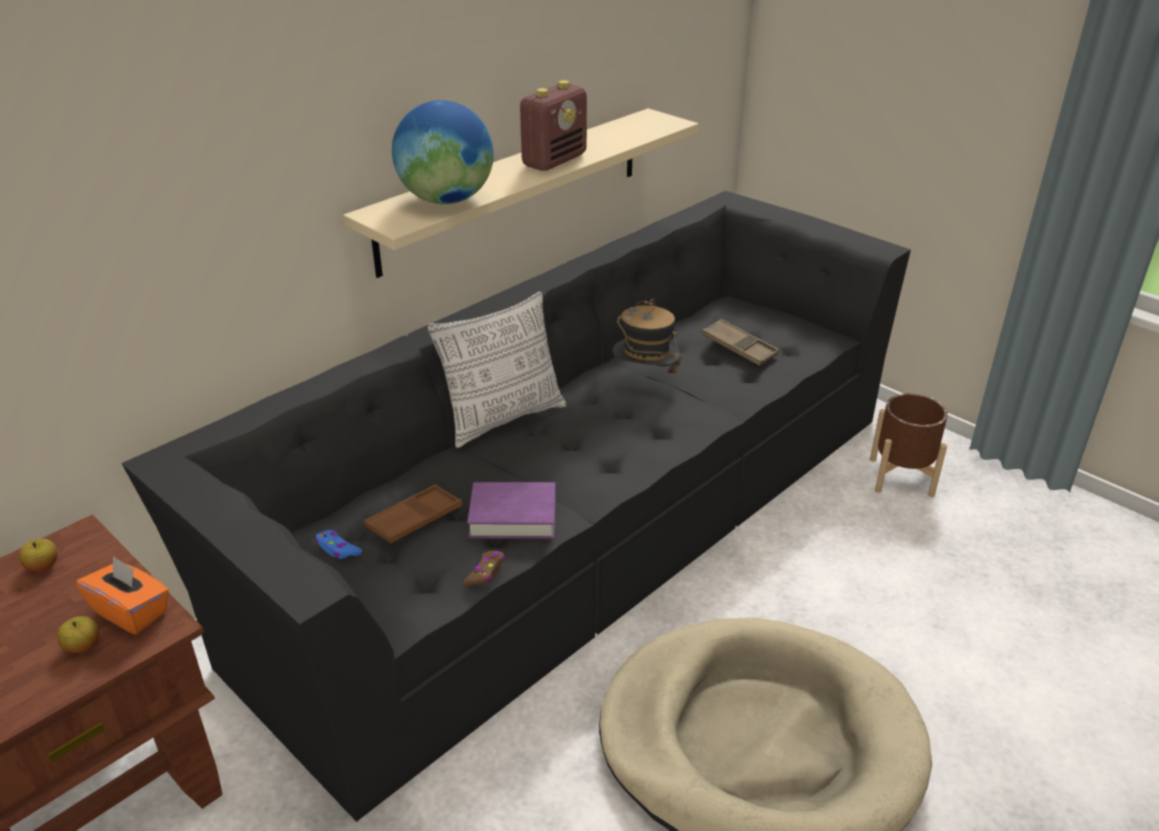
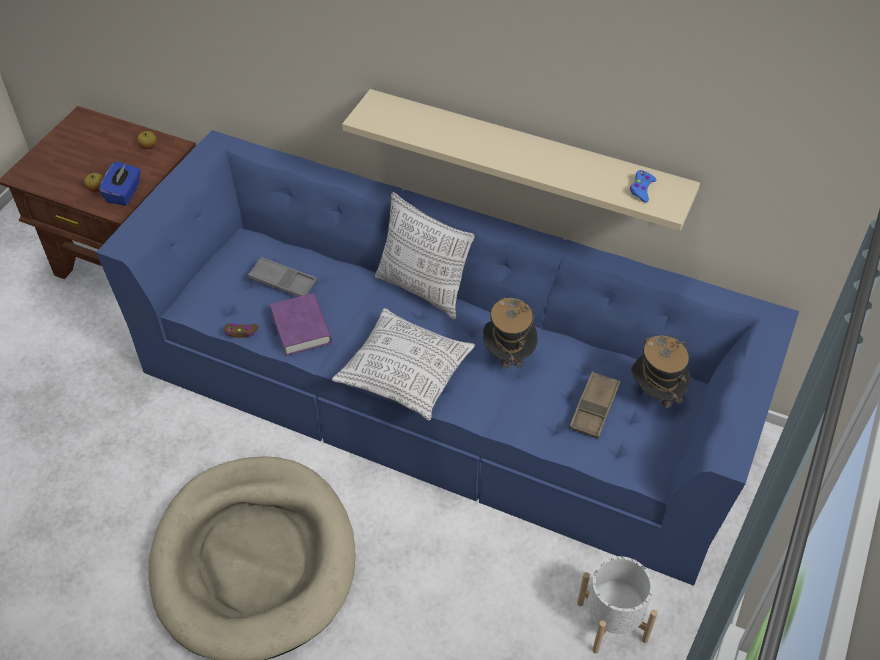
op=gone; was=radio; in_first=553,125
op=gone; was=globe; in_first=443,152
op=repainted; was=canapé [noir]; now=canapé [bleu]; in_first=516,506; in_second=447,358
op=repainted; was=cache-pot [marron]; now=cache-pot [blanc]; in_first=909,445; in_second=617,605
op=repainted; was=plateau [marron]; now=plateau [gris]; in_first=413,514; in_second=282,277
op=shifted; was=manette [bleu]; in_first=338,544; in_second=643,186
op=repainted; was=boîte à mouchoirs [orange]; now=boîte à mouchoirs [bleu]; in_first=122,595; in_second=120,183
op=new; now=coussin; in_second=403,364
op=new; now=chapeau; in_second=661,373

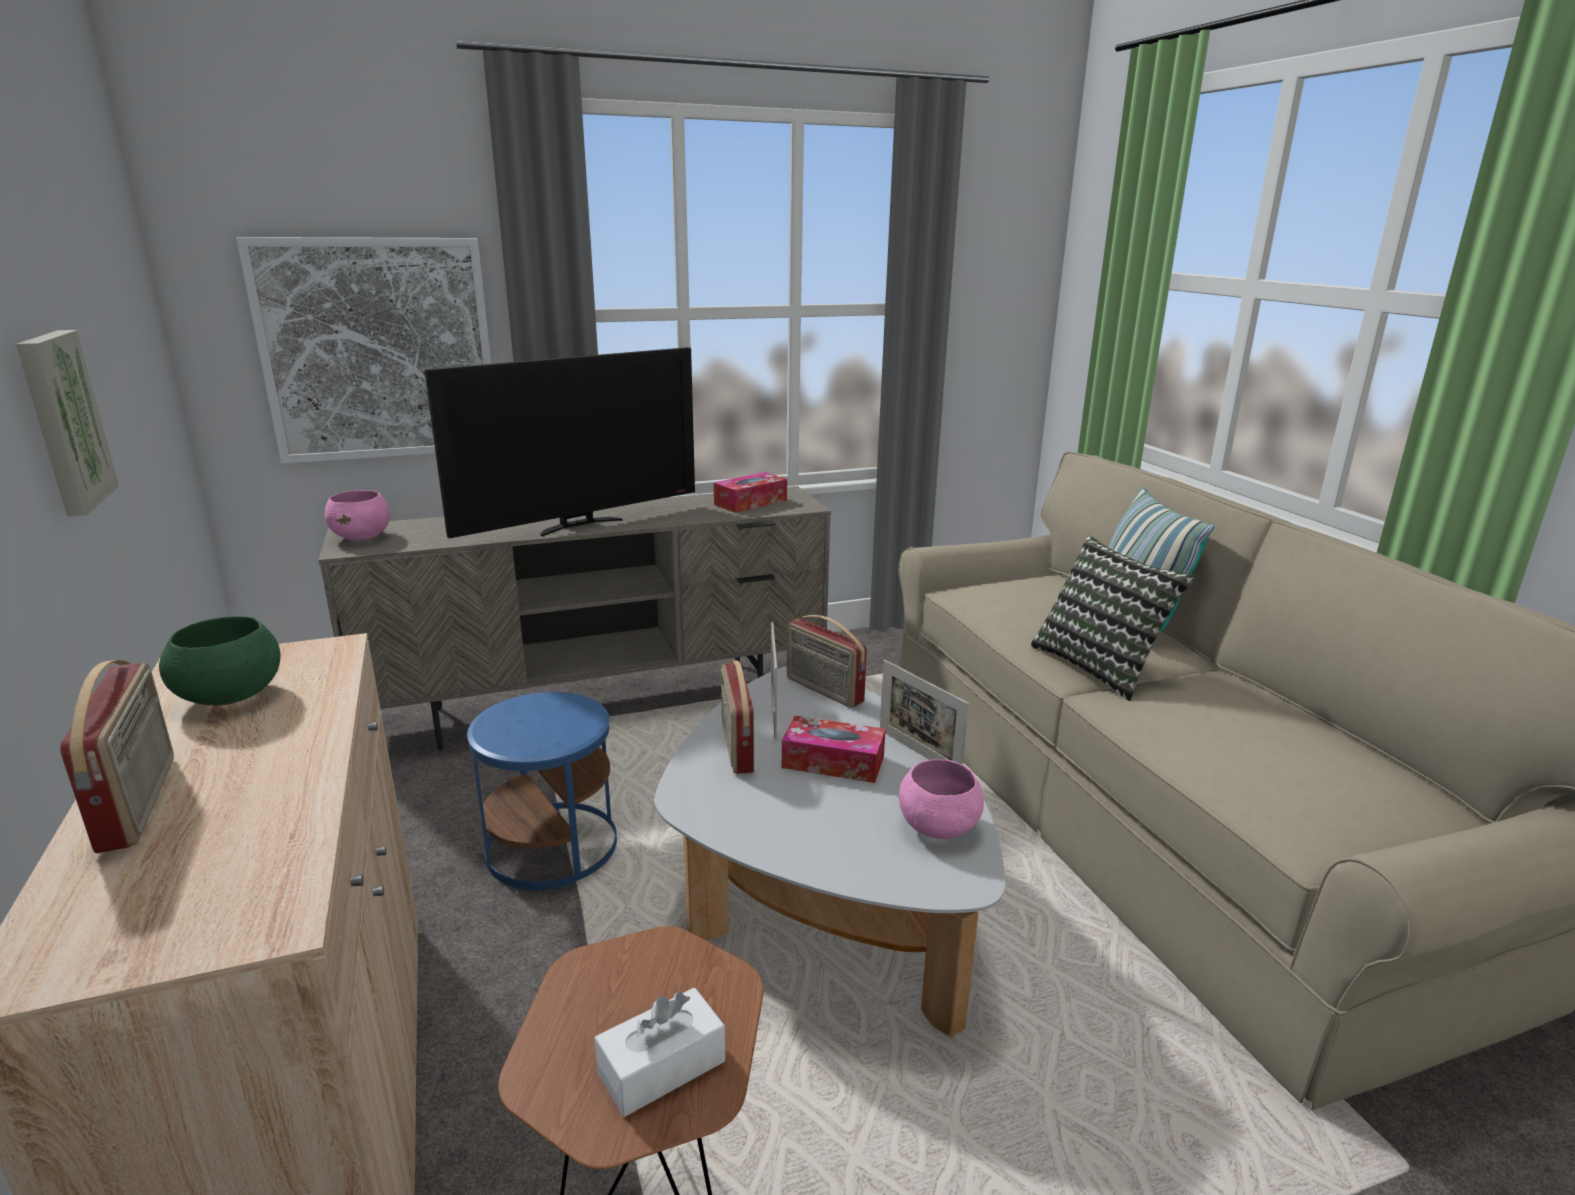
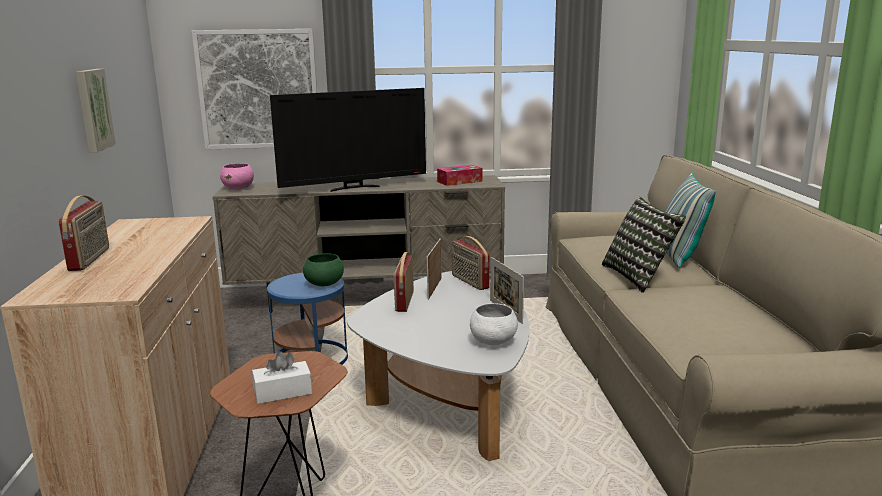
op=shifted; was=bol [vert]; in_first=220,660; in_second=323,269
op=gone; was=boîte à mouchoirs; in_first=834,749
op=repainted; was=bol [rose]; now=bol [blanc]; in_first=941,799; in_second=494,324

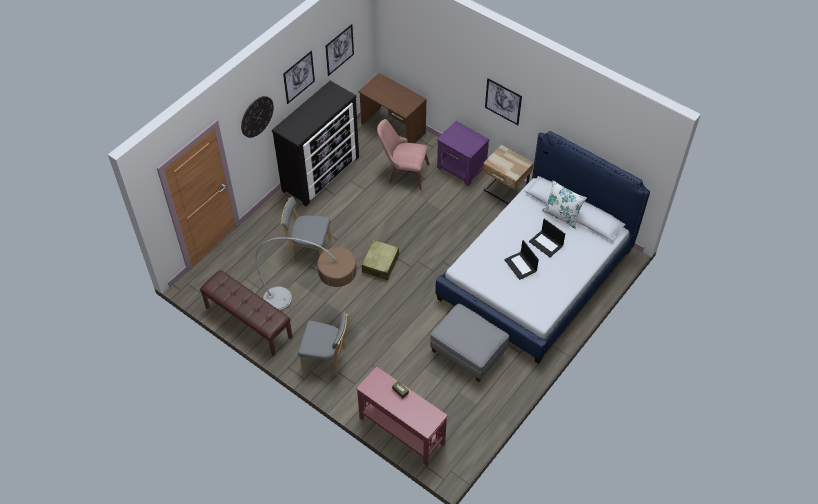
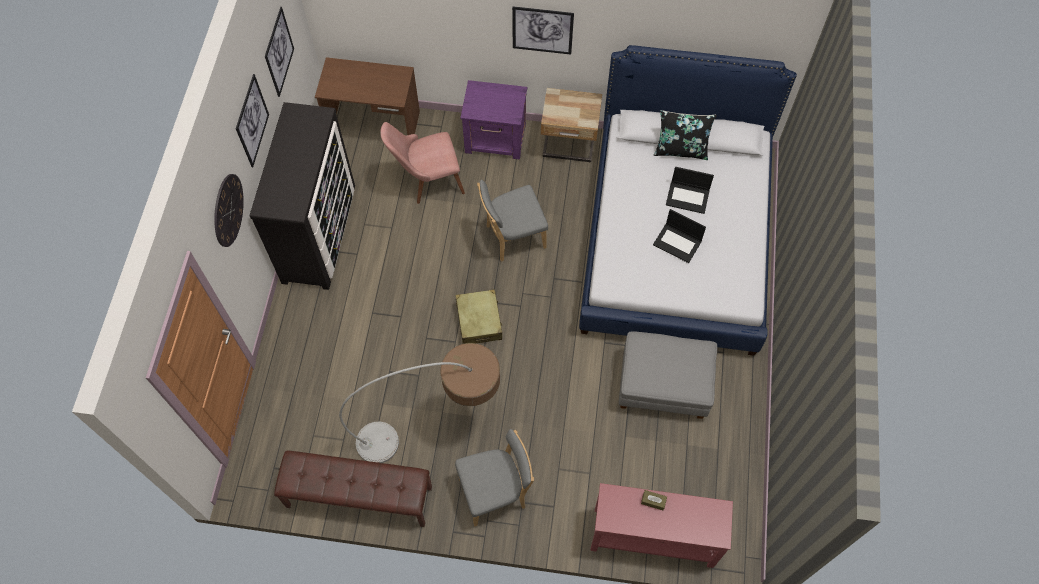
op=repainted; was=coussin [blanc]; now=coussin [noir]; in_first=564,204; in_second=685,135
op=shifted; was=chaise [gris]; in_first=306,228; in_second=512,220

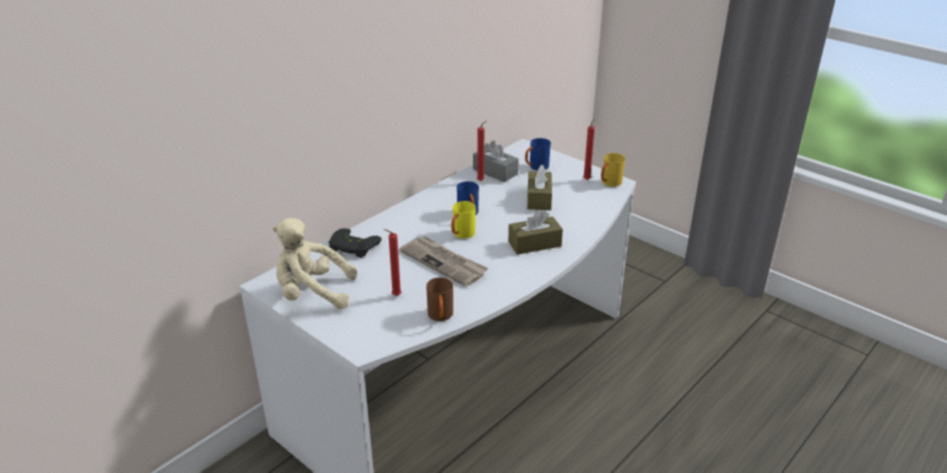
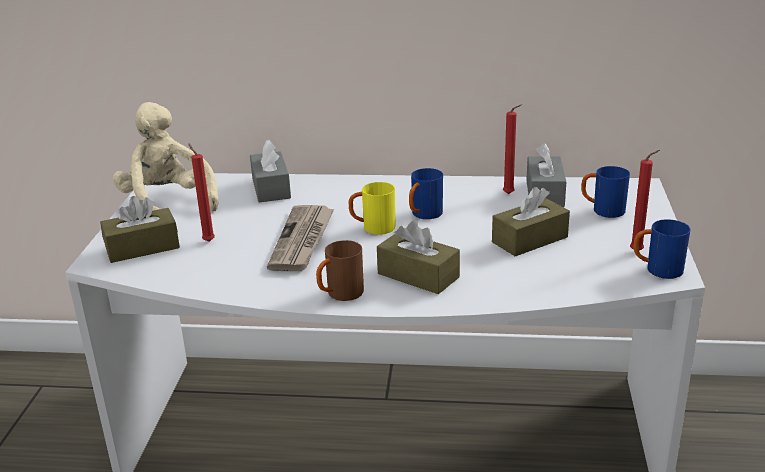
op=repainted; was=mug [jaune]; now=mug [bleu]; in_first=613,170; in_second=662,249
op=swapped; was=manette [noir]; now=boîte à mouchoirs [gris]; in_first=355,243; in_second=270,171
op=shifted; was=mug [marron]; in_first=439,299; in_second=340,270
op=new; now=boîte à mouchoirs [marron]; in_second=140,229

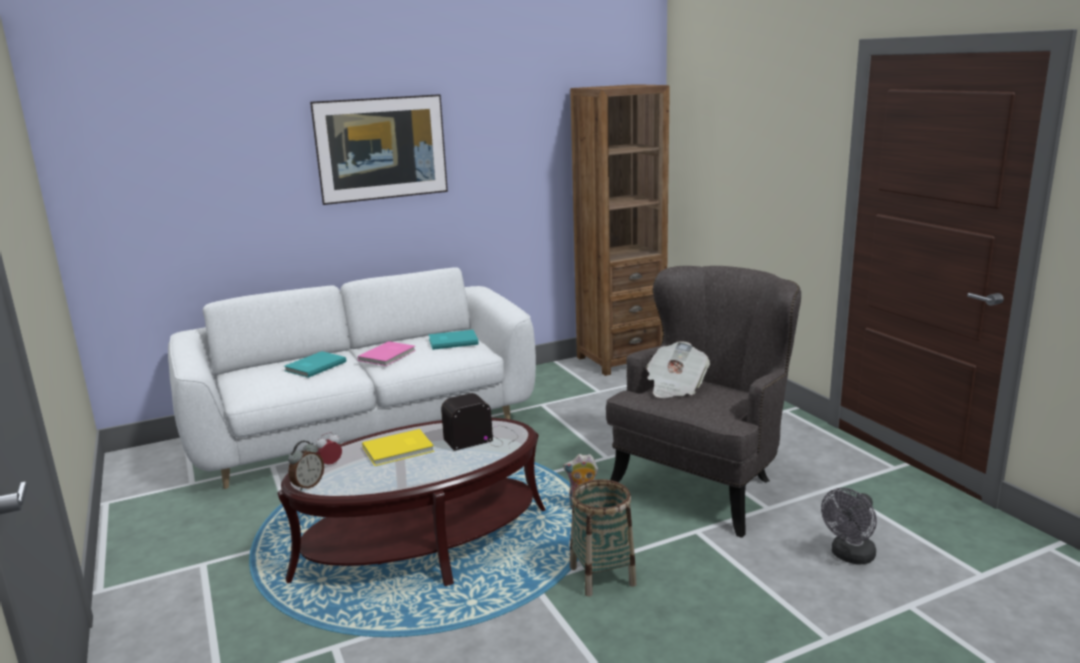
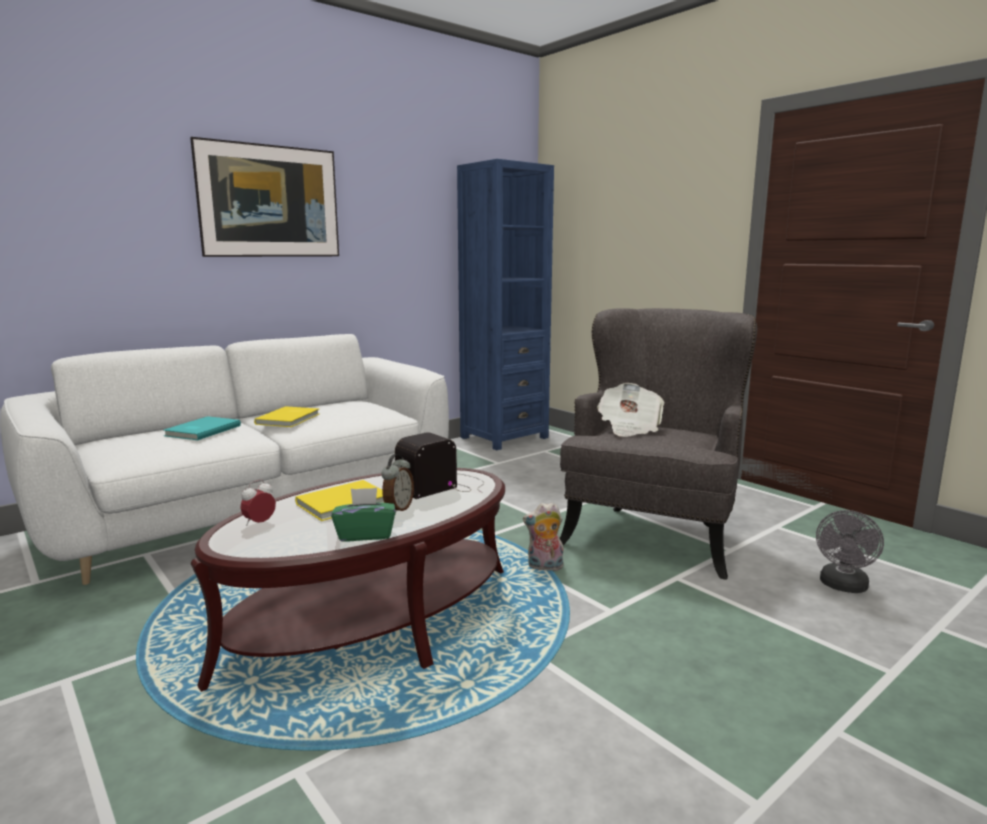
op=repainted; was=bibliothèque [marron]; now=bibliothèque [bleu]; in_first=620,230; in_second=505,304
op=gone; was=livre [turquoise]; in_first=454,340
op=repainted; was=livre [rose]; now=livre [jaune]; in_first=387,353; in_second=286,416
op=shifted; was=réveil; in_first=306,466; in_second=398,484
op=gone; was=panier; in_first=603,538
op=new; now=boîte à mouchoirs [vert]; in_second=363,514

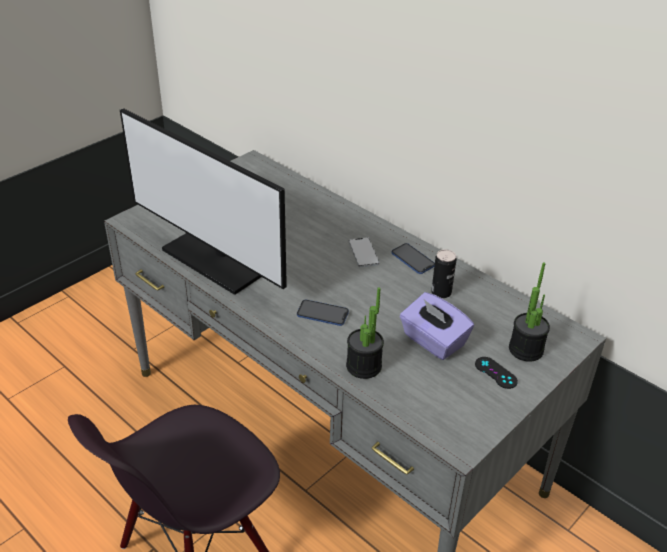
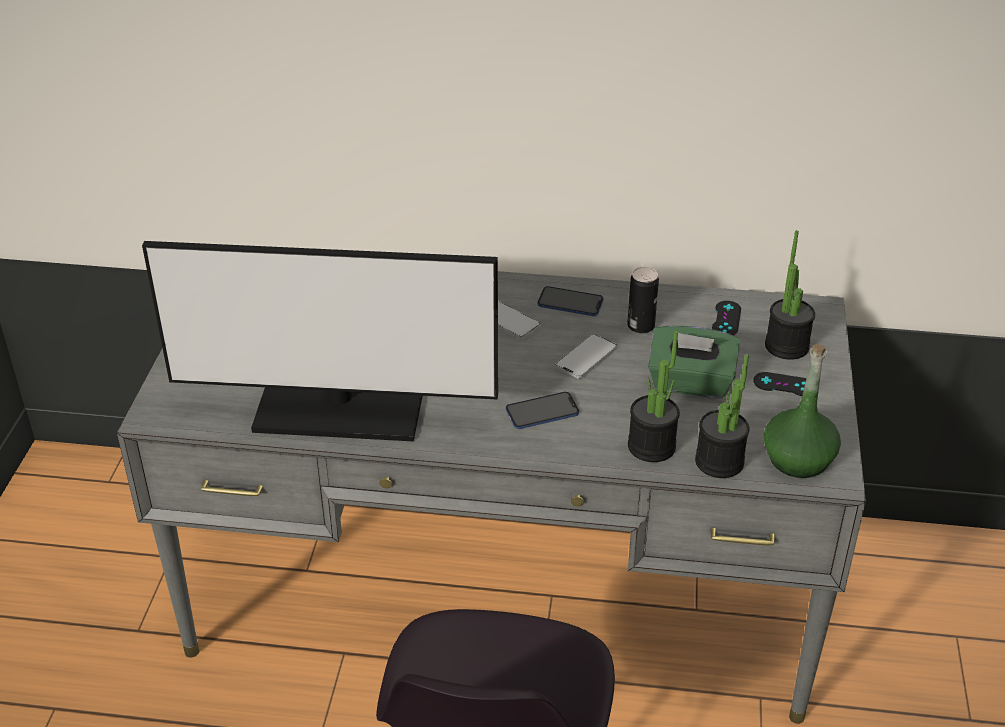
op=repainted; was=boîte à mouchoirs [violet]; now=boîte à mouchoirs [vert]; in_first=437,326; in_second=694,362
op=new; now=manette [noir]; in_second=726,318
op=new; now=téléphone; in_second=586,356
op=new; now=bouteille [vert]; in_second=802,411
op=new; now=plante en pot; in_second=722,416

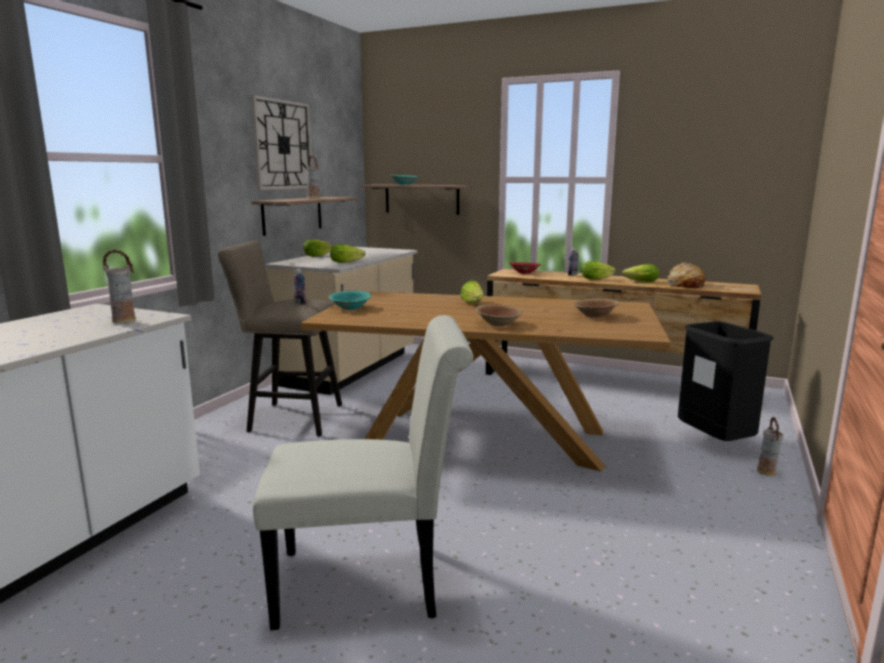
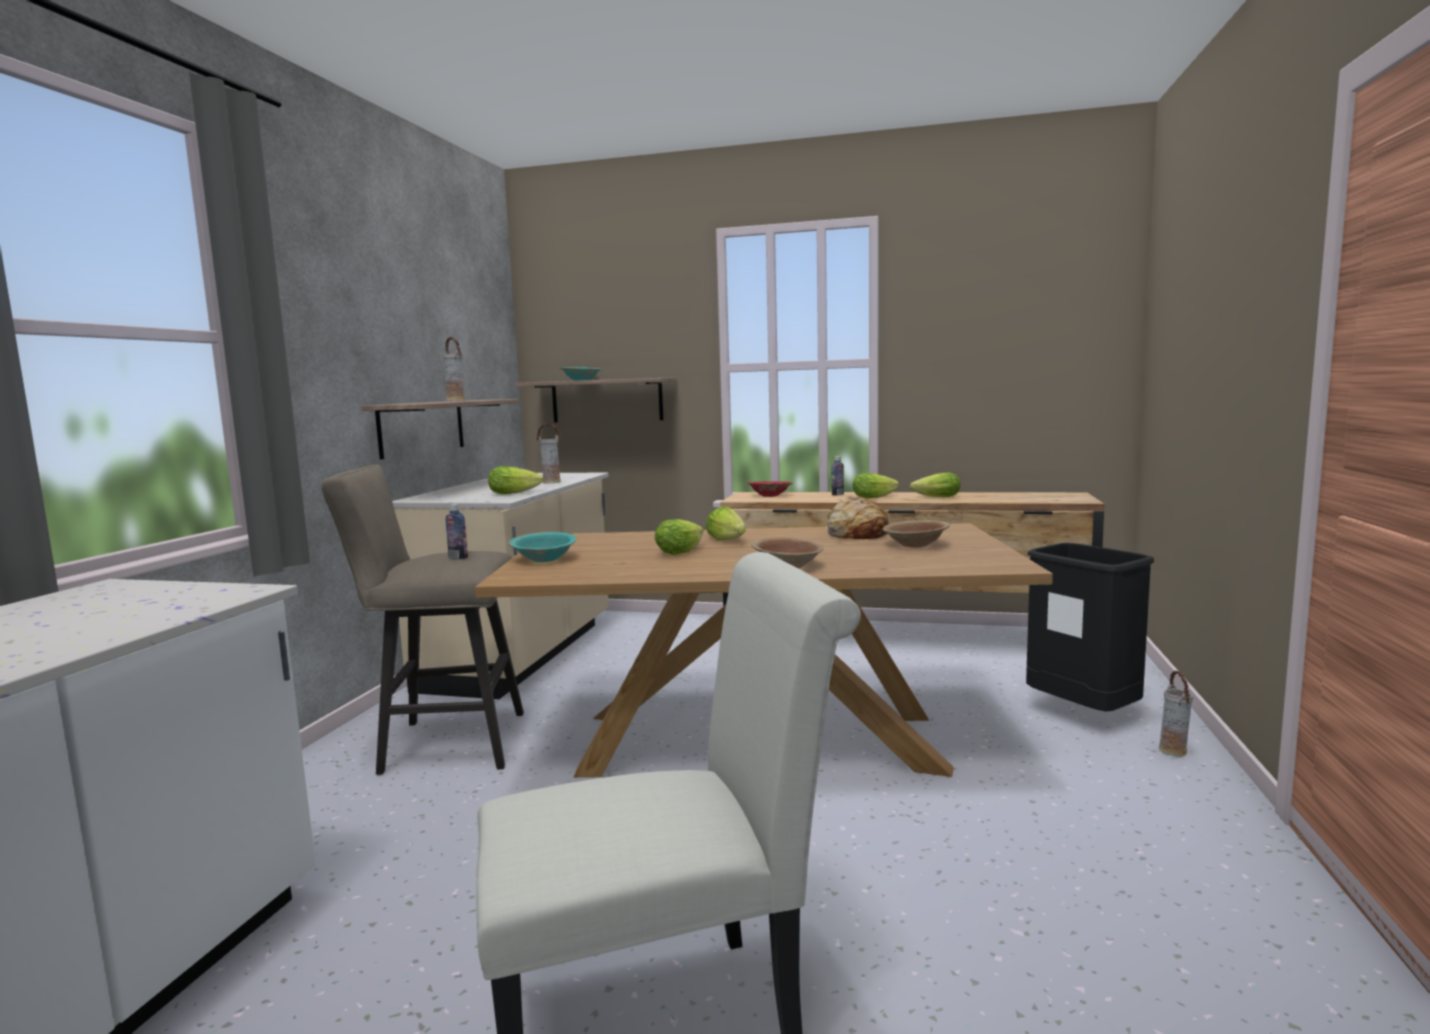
op=gone; was=horloge murale; in_first=281,142
op=shifted; was=laitue; in_first=317,248; in_second=679,537
op=shifted; was=vase; in_first=119,286; in_second=549,453
op=shifted; was=pain; in_first=686,275; in_second=858,517

